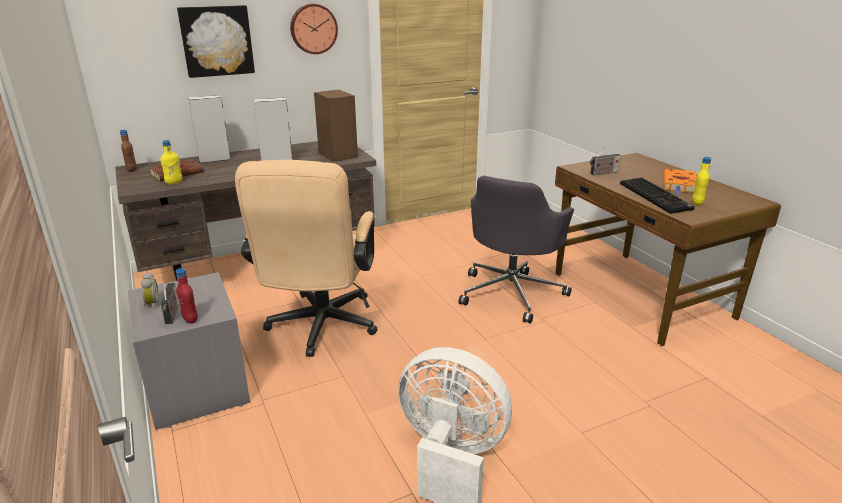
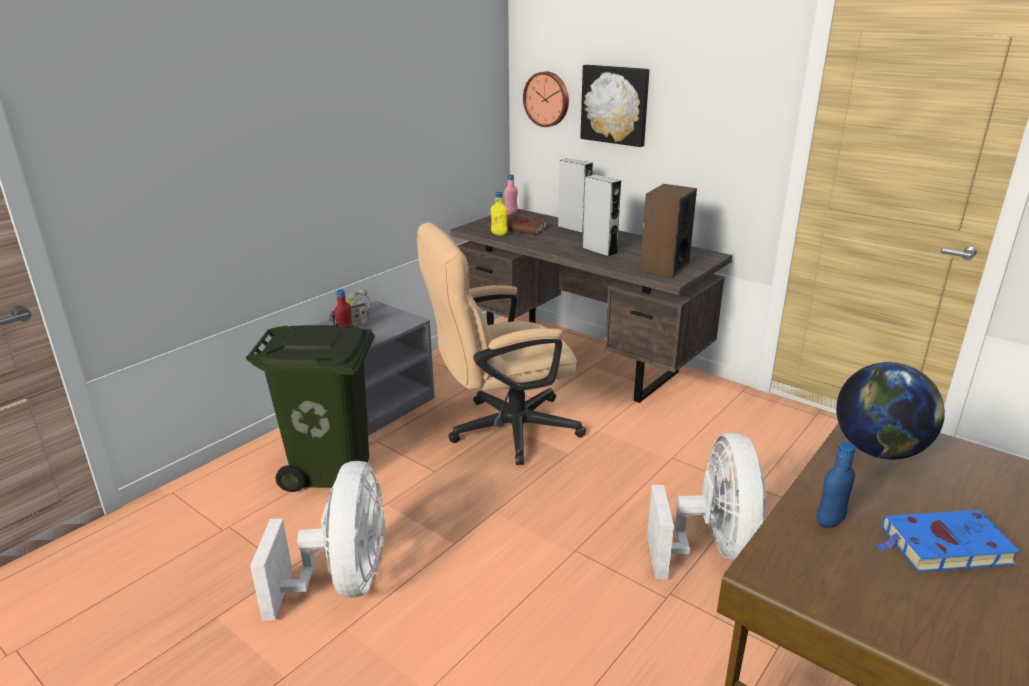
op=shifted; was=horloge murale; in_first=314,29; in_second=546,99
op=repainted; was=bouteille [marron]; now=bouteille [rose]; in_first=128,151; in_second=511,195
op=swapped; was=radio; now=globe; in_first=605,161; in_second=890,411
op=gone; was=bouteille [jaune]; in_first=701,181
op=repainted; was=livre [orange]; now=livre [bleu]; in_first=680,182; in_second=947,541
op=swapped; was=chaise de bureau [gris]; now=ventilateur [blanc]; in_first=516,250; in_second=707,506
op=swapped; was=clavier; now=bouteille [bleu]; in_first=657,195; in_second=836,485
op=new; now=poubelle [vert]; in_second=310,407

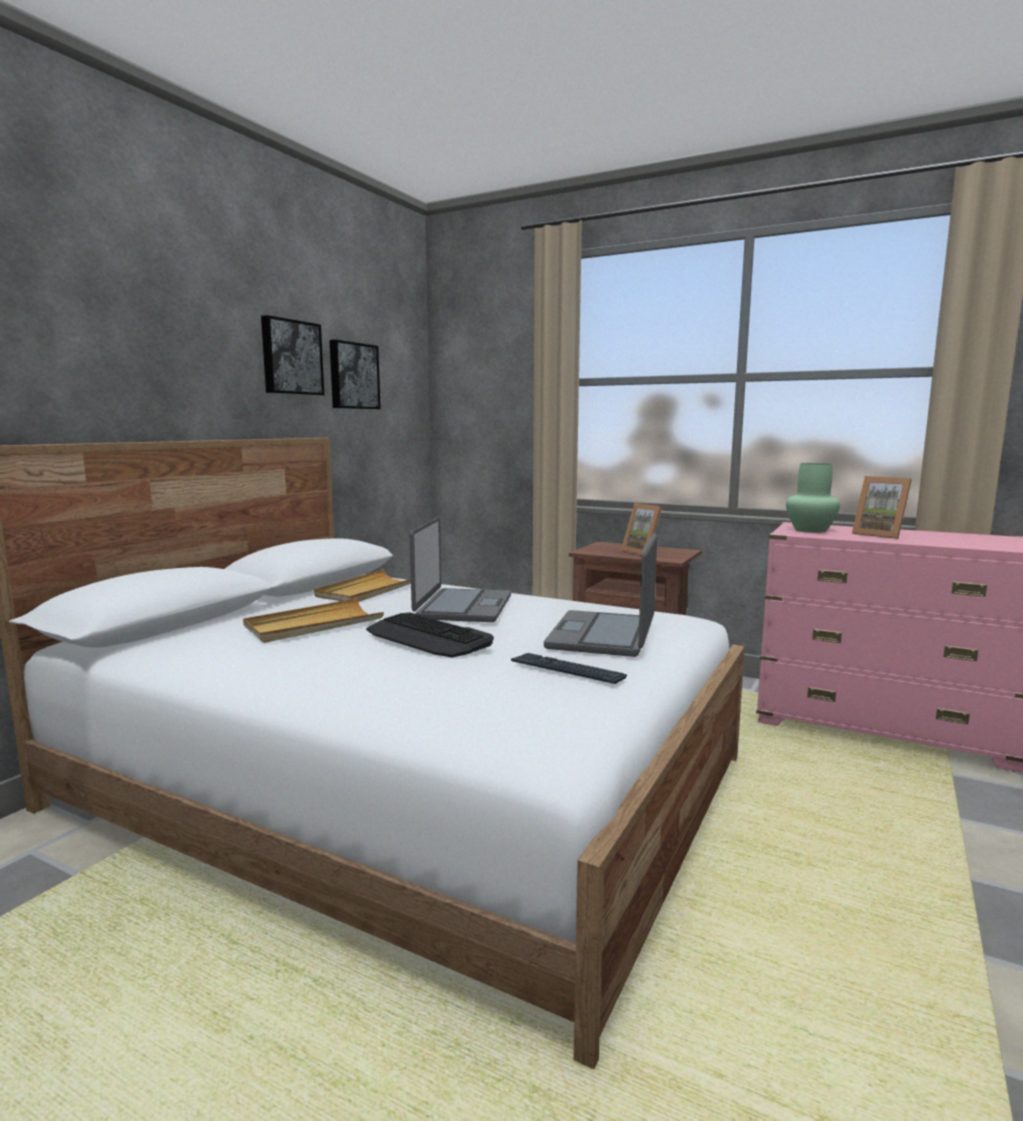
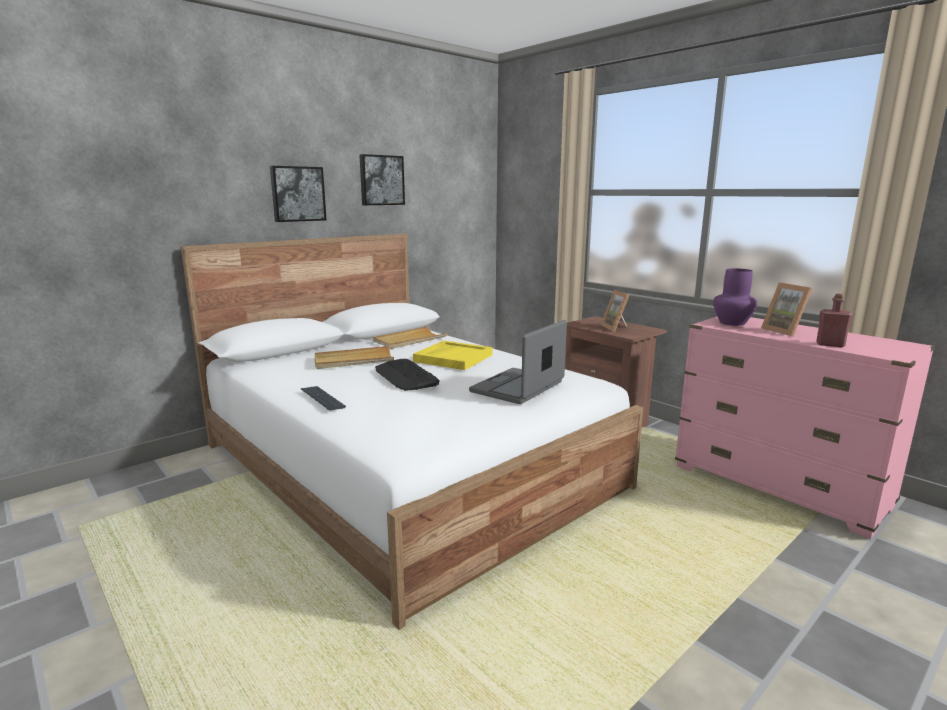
op=shifted; was=tableau; in_first=355,374; in_second=298,194
op=repainted; was=vase [vert]; now=vase [violet]; in_first=813,498; in_second=735,297
op=swapped; was=ordinateur portable; now=plateau [jaune]; in_first=460,569; in_second=452,355
op=shifted; was=clavier; in_first=569,668; in_second=323,398
op=new; now=bouteille [rouge]; in_second=834,320

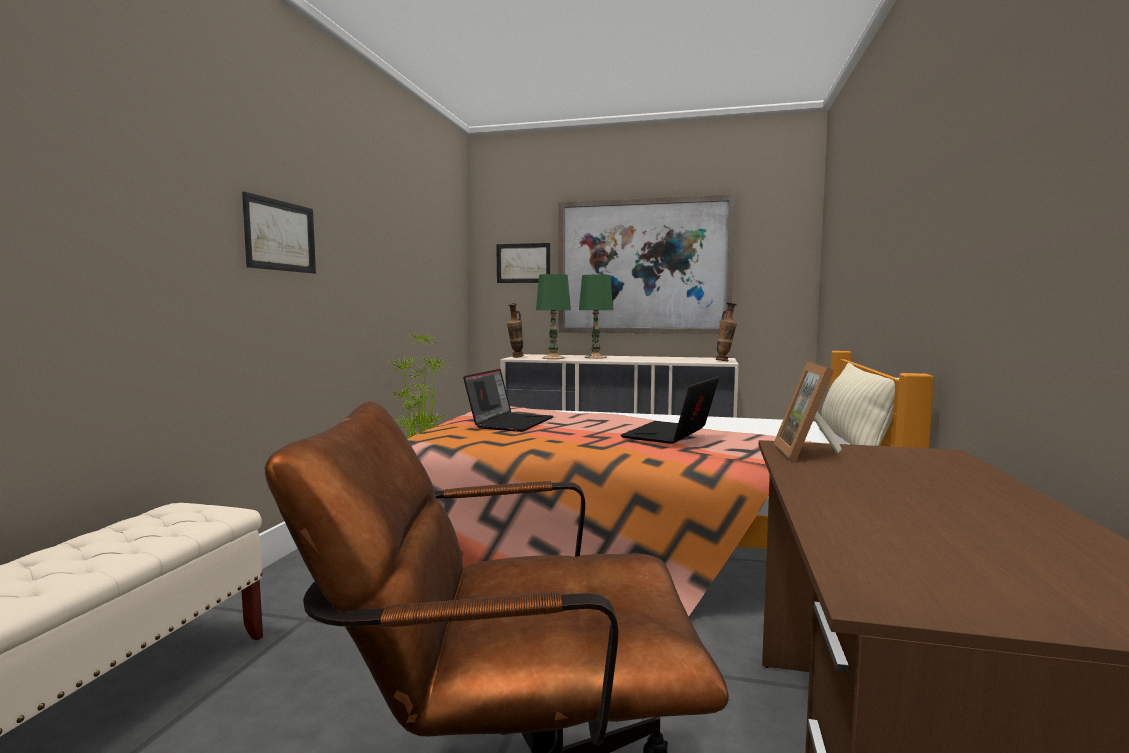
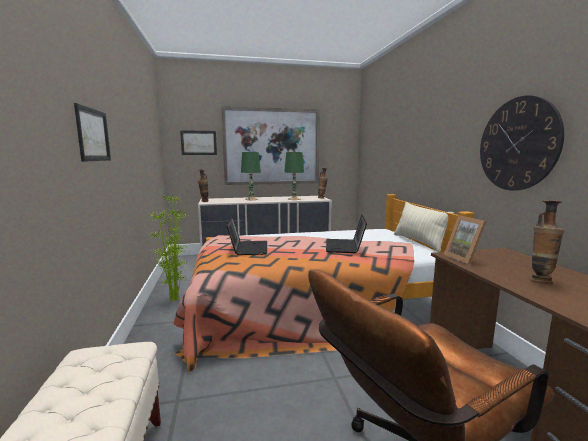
op=shifted; was=lampe de table [vert]; in_first=553,316; in_second=294,176
op=new; now=horloge murale; in_second=522,143
op=new; now=vase; in_second=548,242

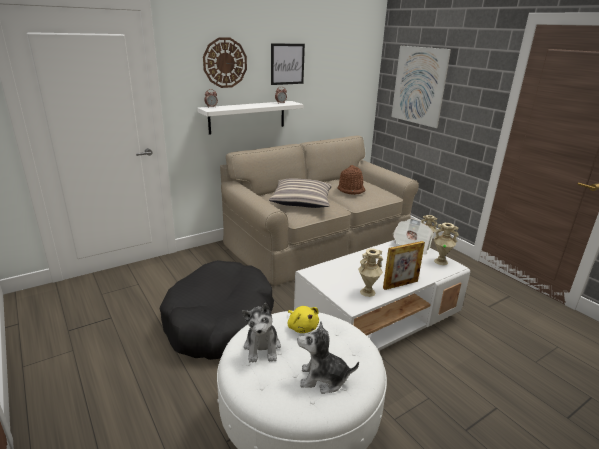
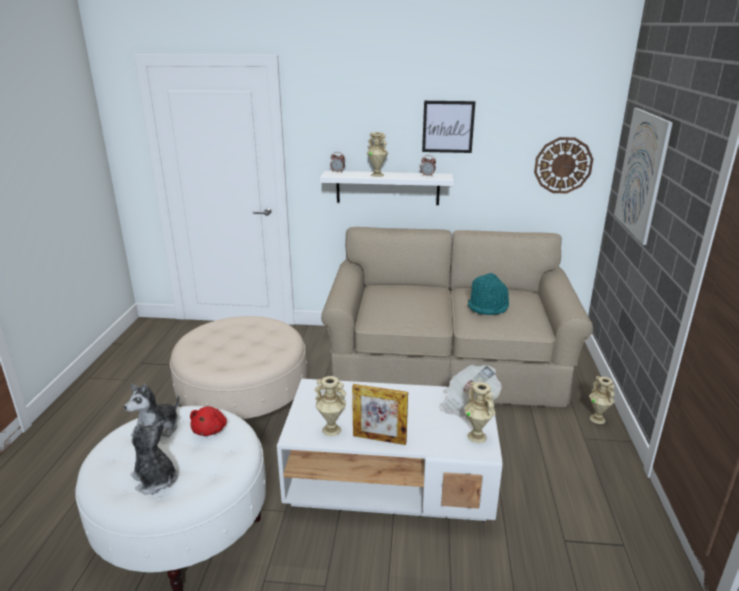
op=shifted; was=horloge murale; in_first=225,62; in_second=563,165
op=repainted; was=chapeau [marron]; now=chapeau [turquoise]; in_first=351,180; in_second=488,294
op=gone; was=coussin; in_first=300,193
op=swapped; was=panier pour chien [noir]; now=pouf [beige]; in_first=217,310; in_second=238,367
op=repainted; was=peluche [jaune]; now=peluche [rouge]; in_first=303,319; in_second=208,421
op=new; now=vase [beige]; in_second=377,154

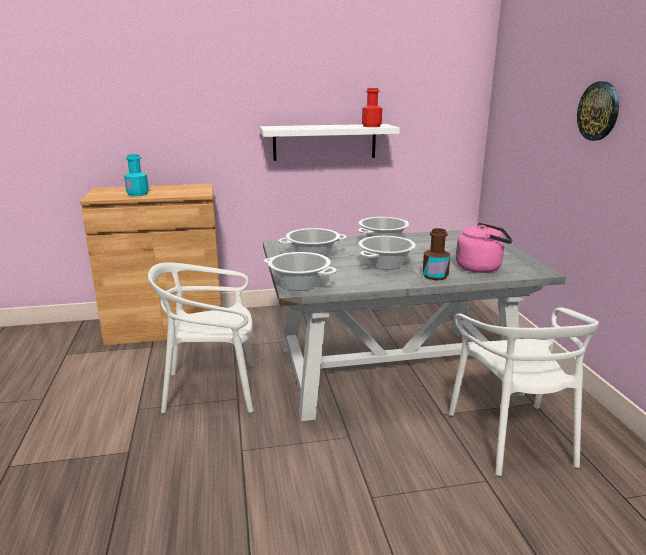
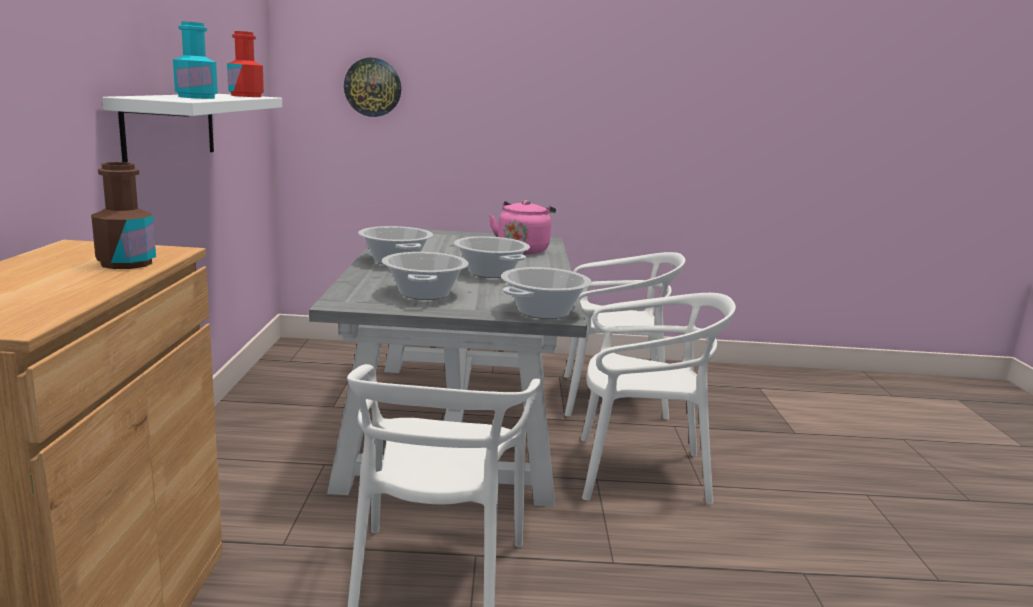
op=shifted; was=horloge murale; in_first=598,111; in_second=372,87
op=shifted; was=bouteille [turquoise]; in_first=136,175; in_second=195,60
op=shifted; was=bouteille [marron]; in_first=436,254; in_second=123,215
op=new; now=chaise [blanc]; in_second=658,399

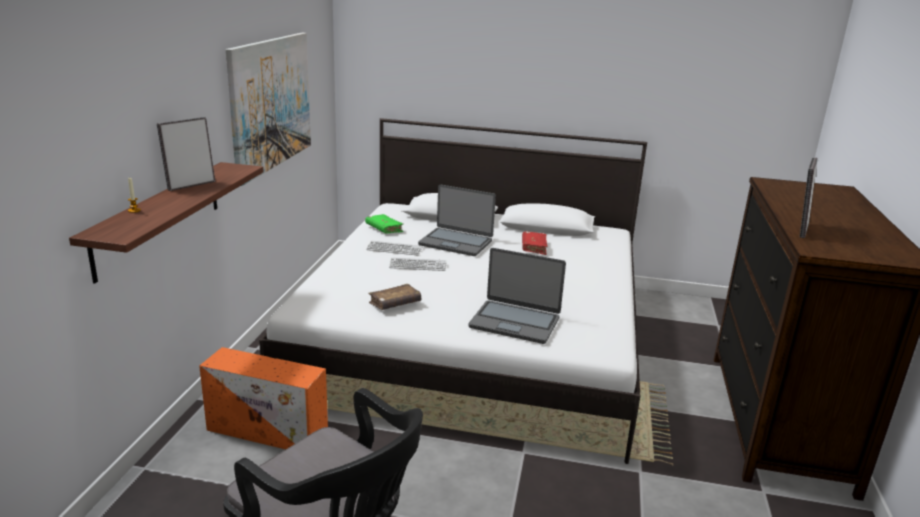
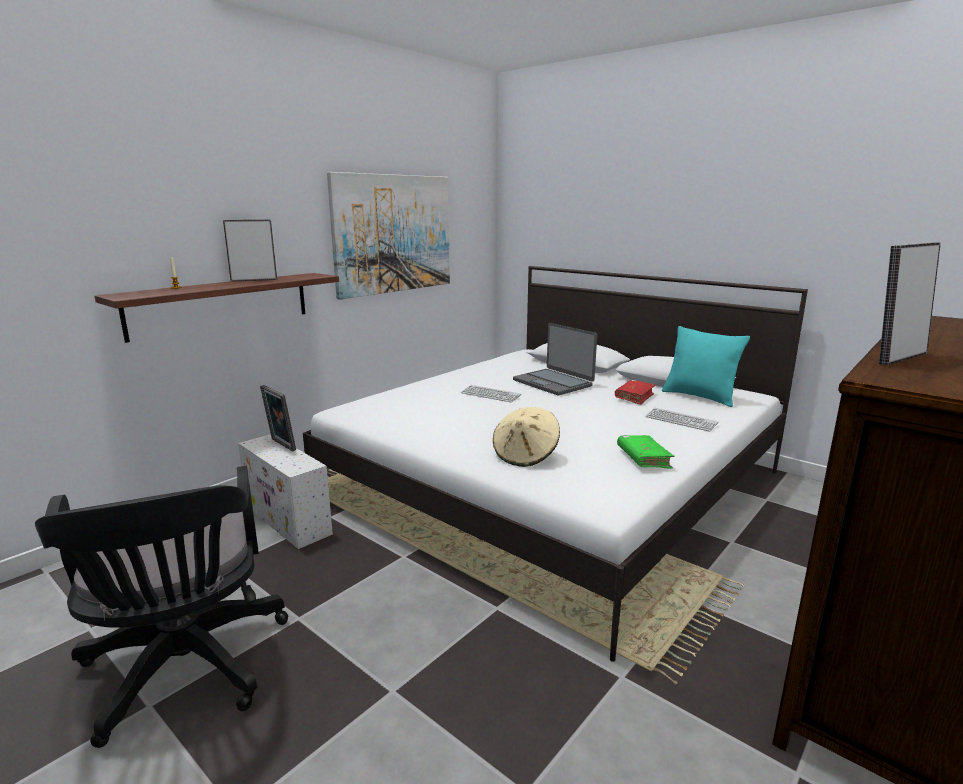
op=shifted; was=livre [vert]; in_first=384,224; in_second=646,452
op=shifted; was=clavier; in_first=394,248; in_second=682,420
op=swapped; was=ordinateur portable; now=chapeau [beige]; in_first=517,296; in_second=526,437
op=gone; was=livre [marron]; in_first=394,297
op=repainted; was=boîte de rangement [orange]; now=boîte de rangement [blanc]; in_first=263,398; in_second=285,491
op=new; now=coussin [turquoise]; in_second=706,366
op=new; now=cadre photo; in_second=278,418

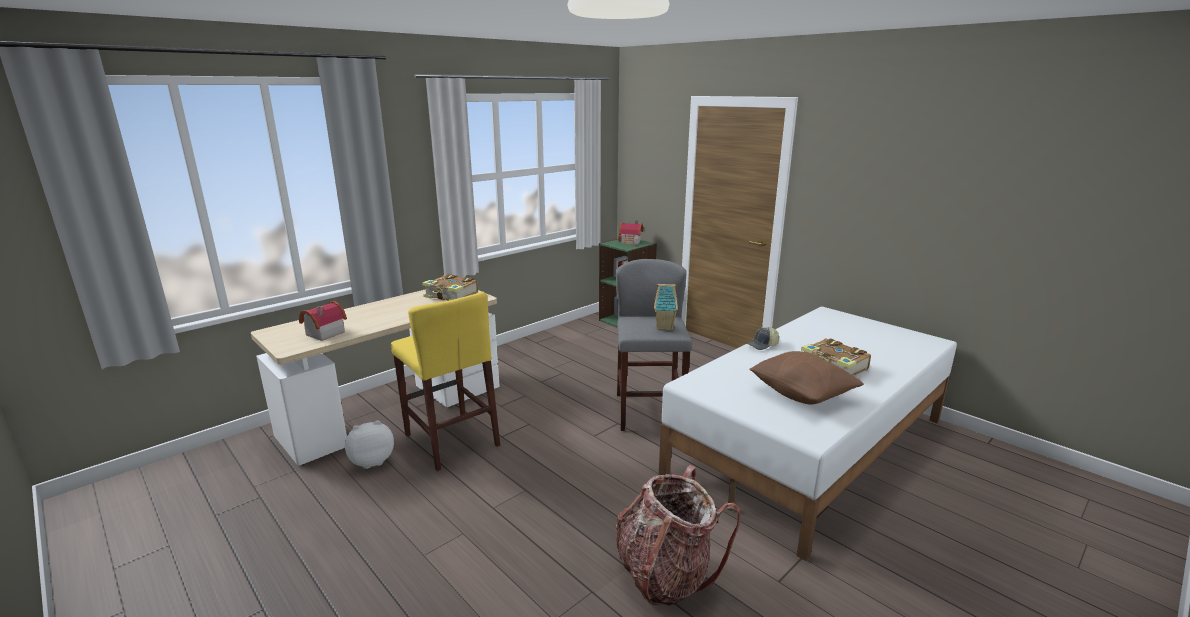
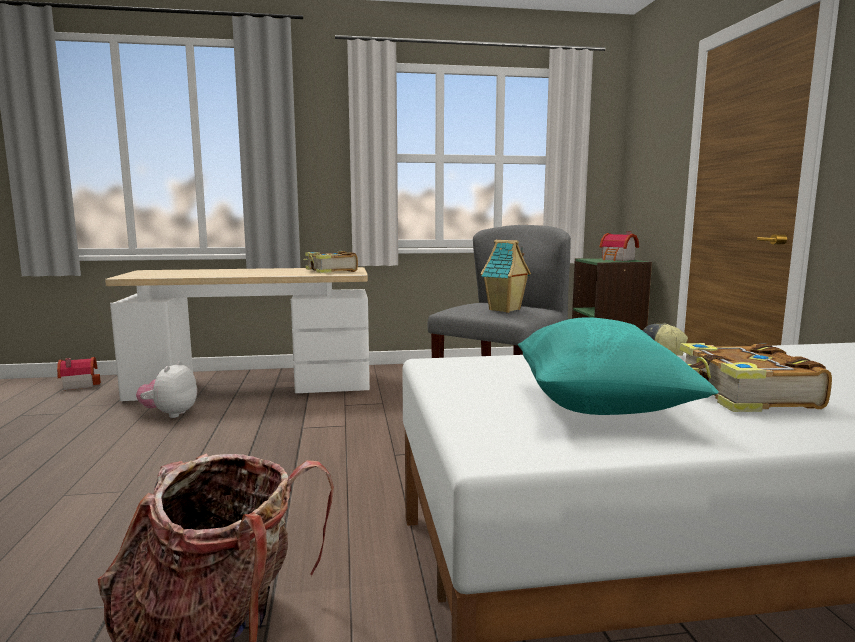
op=gone; was=tabouret [jaune]; in_first=445,381
op=shifted; was=maison miniature; in_first=323,321; in_second=79,373
op=repainted; was=coussin [marron]; now=coussin [turquoise]; in_first=807,378; in_second=618,366
op=rotated; was=peluche; in_first=369,444; in_second=166,389; clockwise=-90

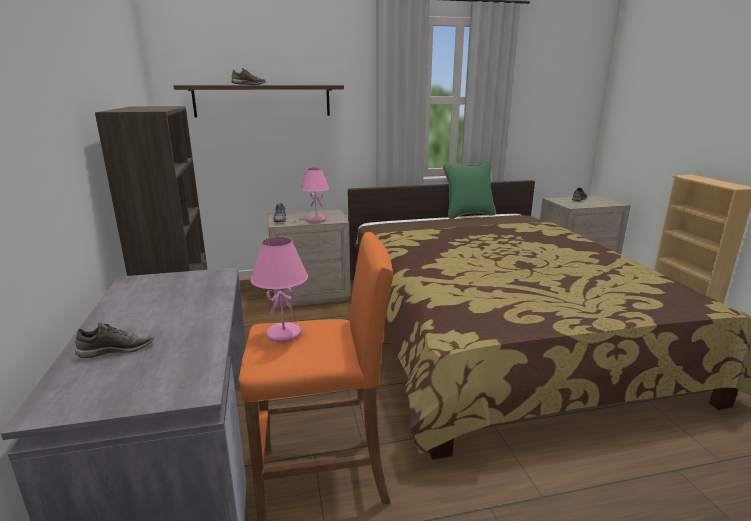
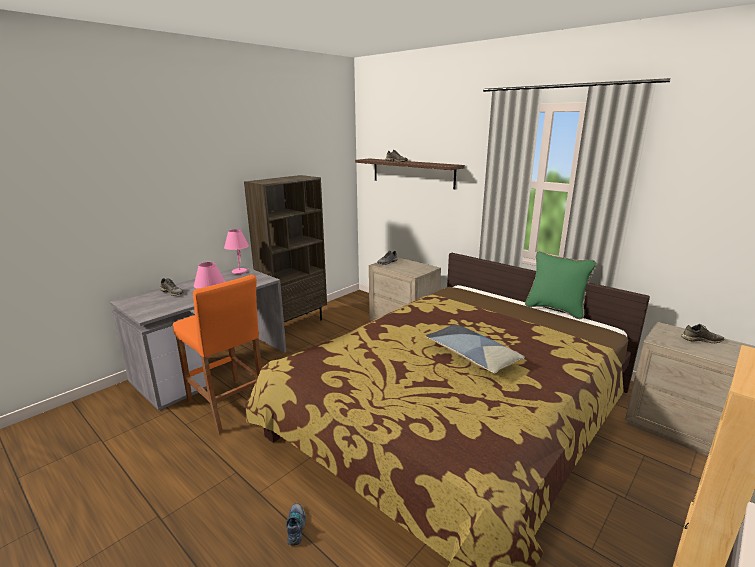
op=shifted; was=lampe de table [rose]; in_first=314,195; in_second=236,251
op=new; now=coussin; in_second=475,349
op=new; now=chaussure; in_second=296,524

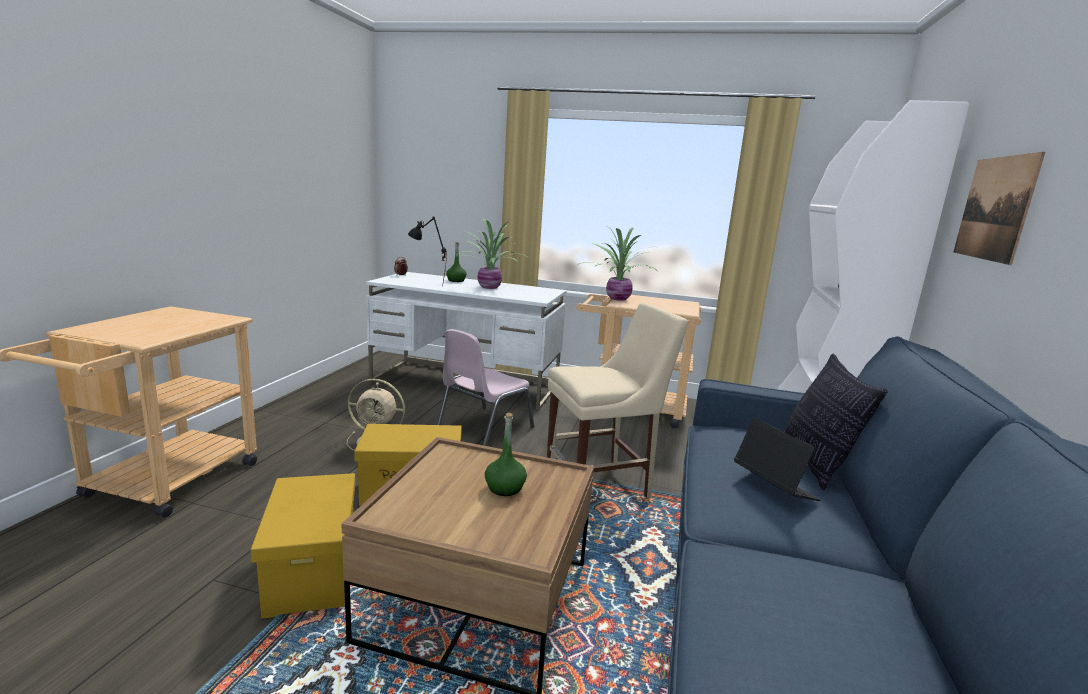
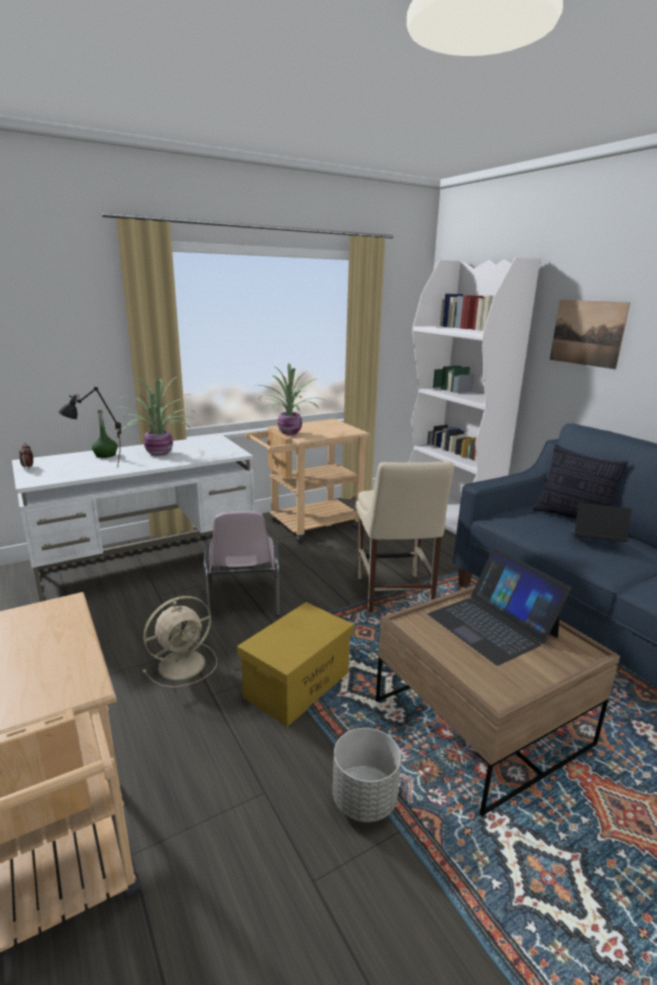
op=rotated; was=chaise [beige]; in_first=617,400; in_second=405,536; clockwise=150
op=swapped; was=bouteille [vert]; now=ordinateur portable; in_first=506,454; in_second=500,607
op=swapped; was=boîte de rangement [jaune]; now=cache-pot [gris]; in_first=303,546; in_second=367,775

